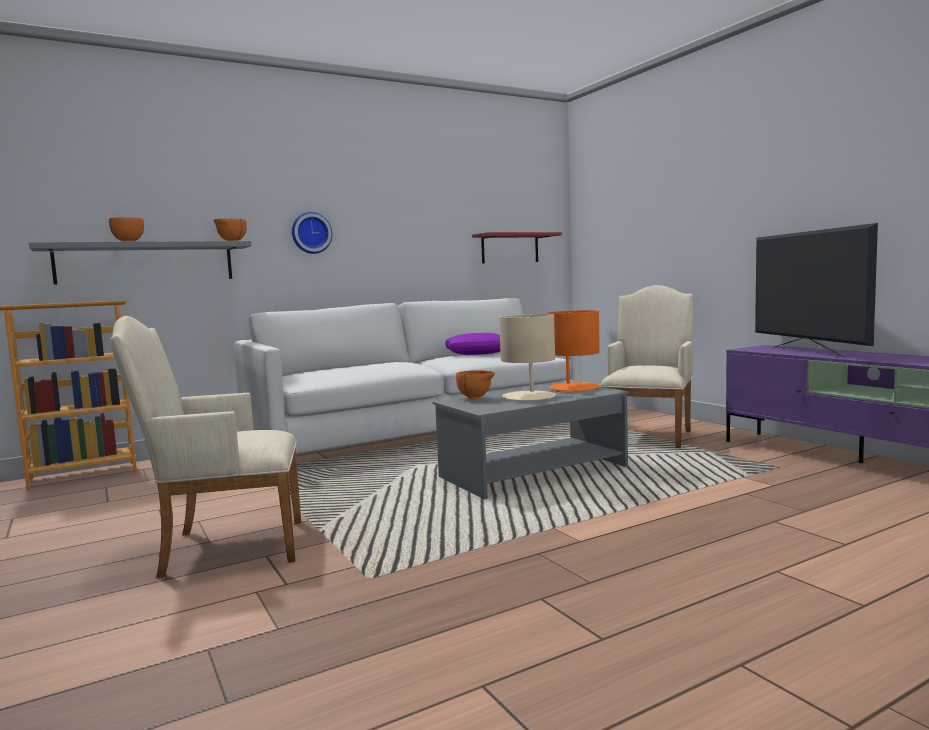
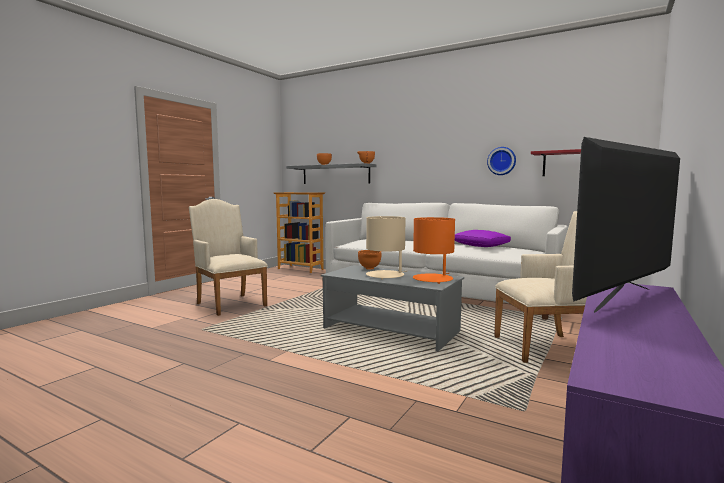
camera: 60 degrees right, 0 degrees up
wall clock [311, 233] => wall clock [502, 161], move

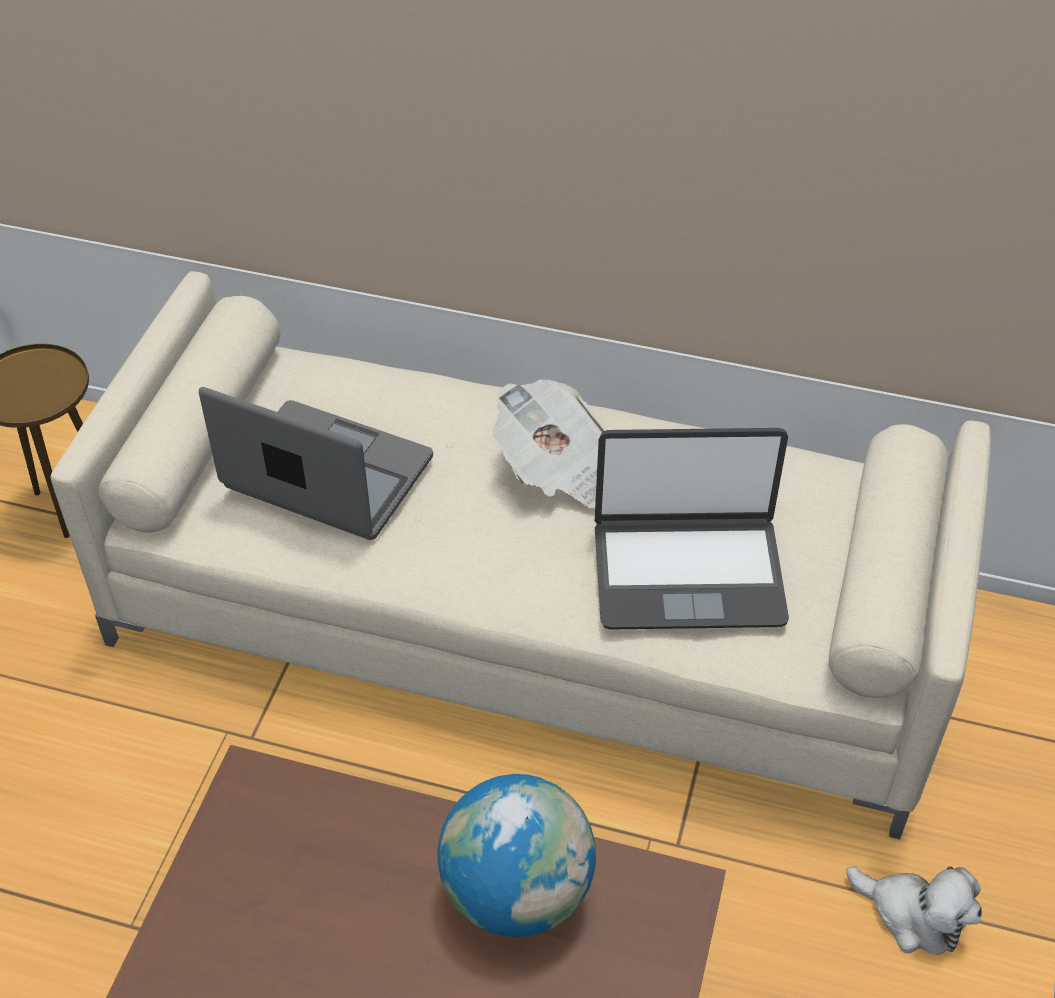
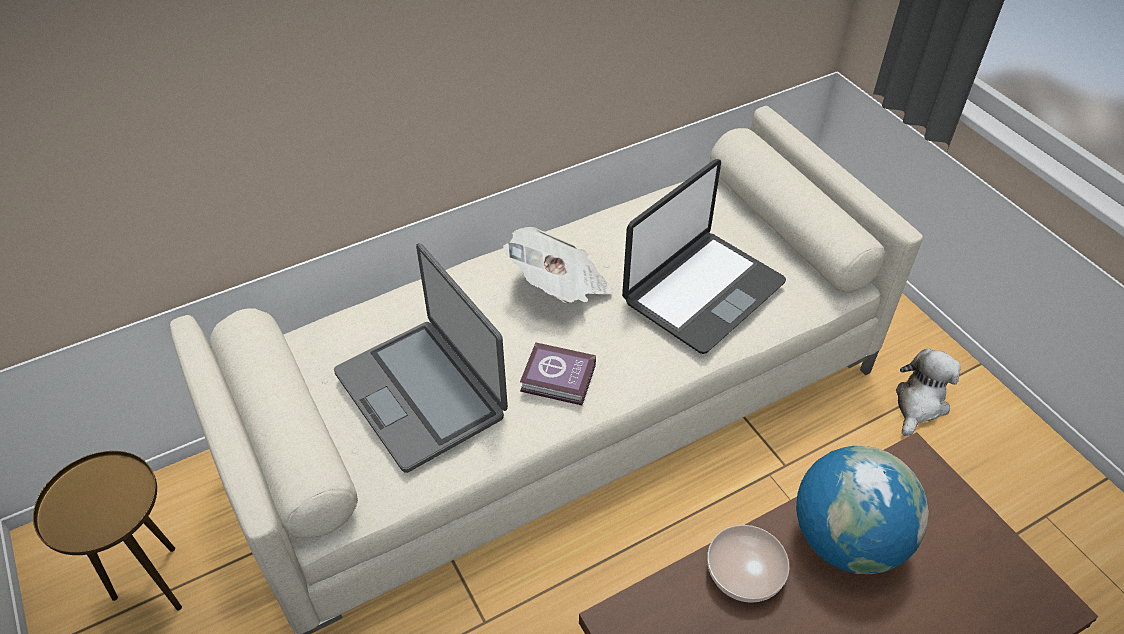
camera: 45 degrees left, 0 degrees up
laptop [327, 475] => laptop [422, 393], 105 degrees counterclockwise
plush toy [913, 915] => plush toy [919, 404], 45 degrees counterclockwise
nothing => book [559, 379]
nothing => bowl [745, 571]

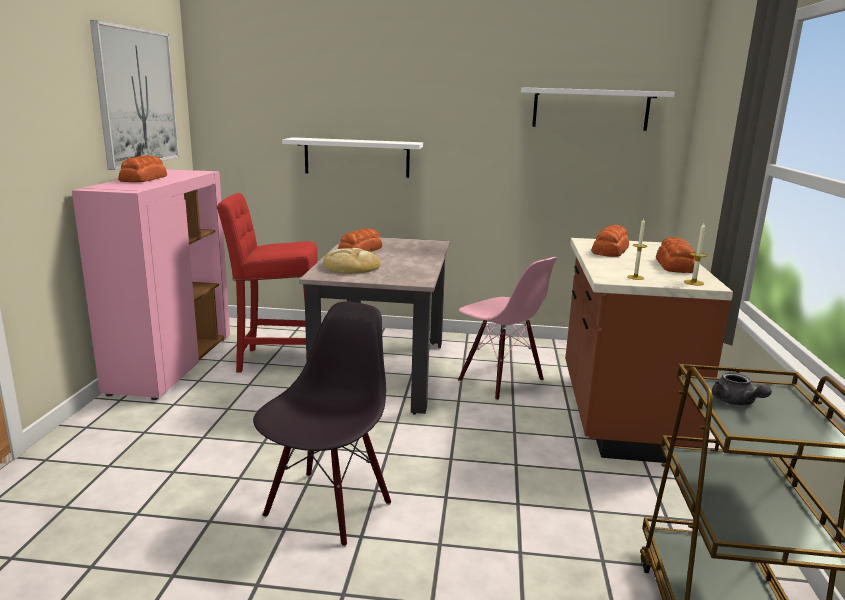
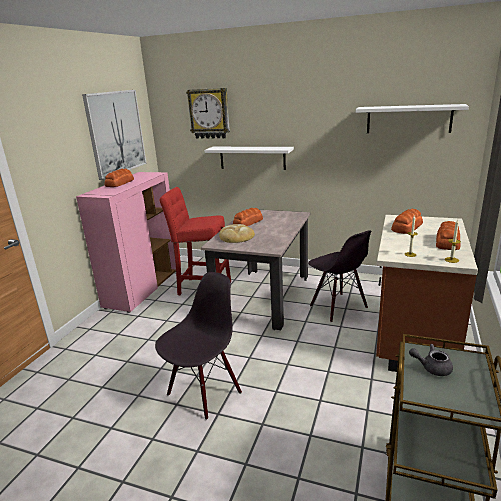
camera: 15 degrees right, 5 degrees up
pink chair [500, 381] => black chair [337, 307]
grey teapot [736, 402] => grey teapot [431, 368], 105 degrees clockwise
nothing => wall clock [209, 113]

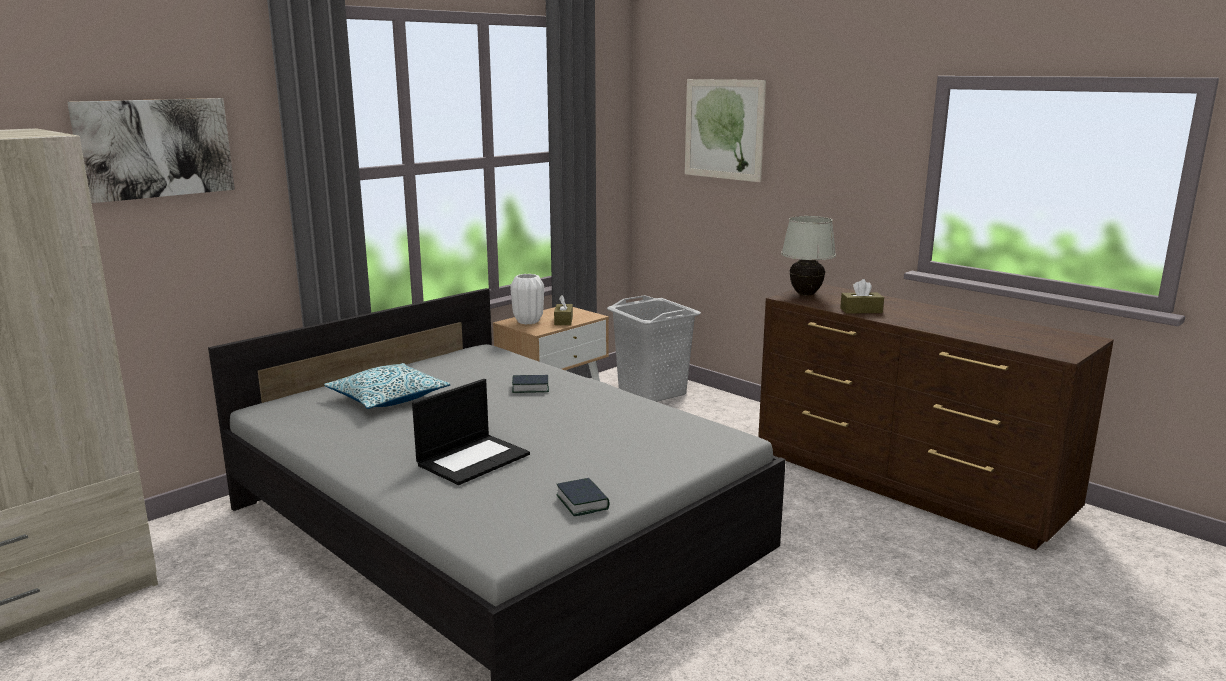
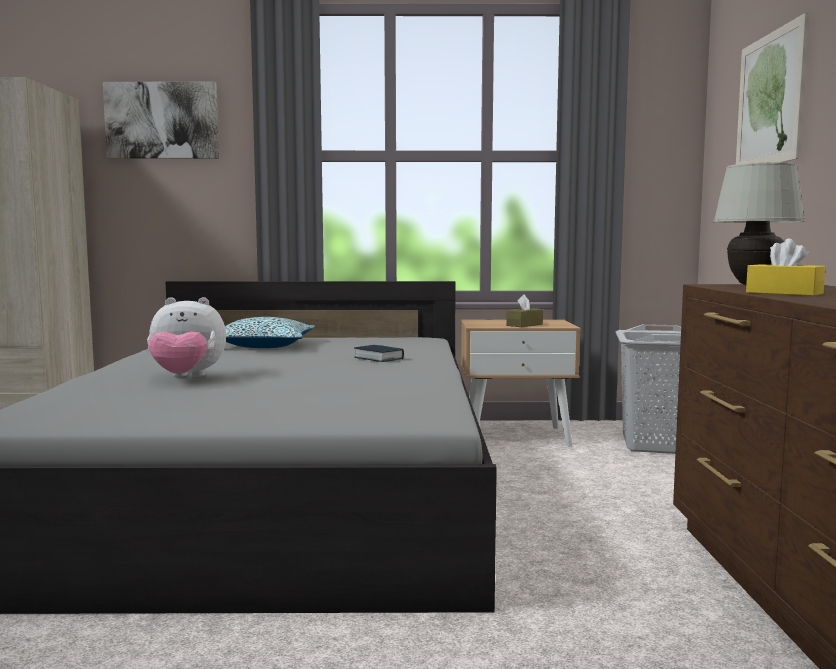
camera: 45 degrees right, 10 degrees down
white vase [528, 321] => nothing
brown tissue box [861, 310] => yellow tissue box [784, 293]
laptop [473, 459] => plush toy [186, 377]
book [582, 502] => nothing

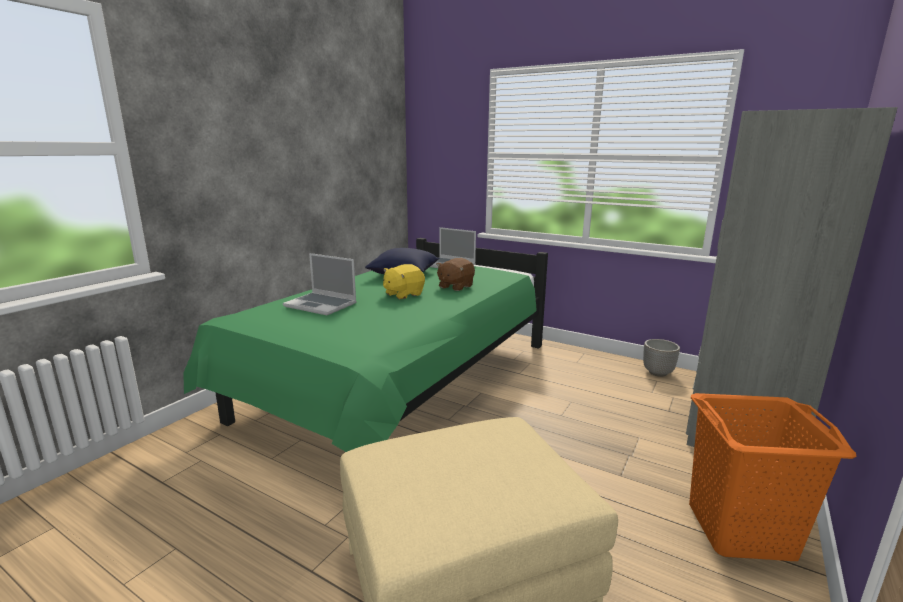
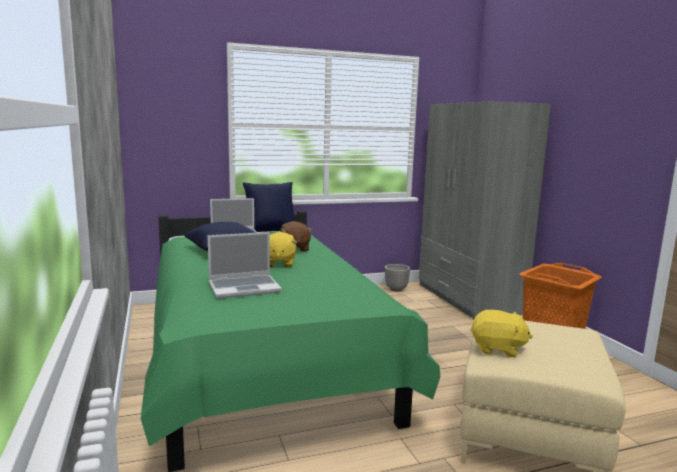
camera: 50 degrees left, 5 degrees down
nothing => blue pillow [270, 230]
nothing => yellow plush toy [497, 349]

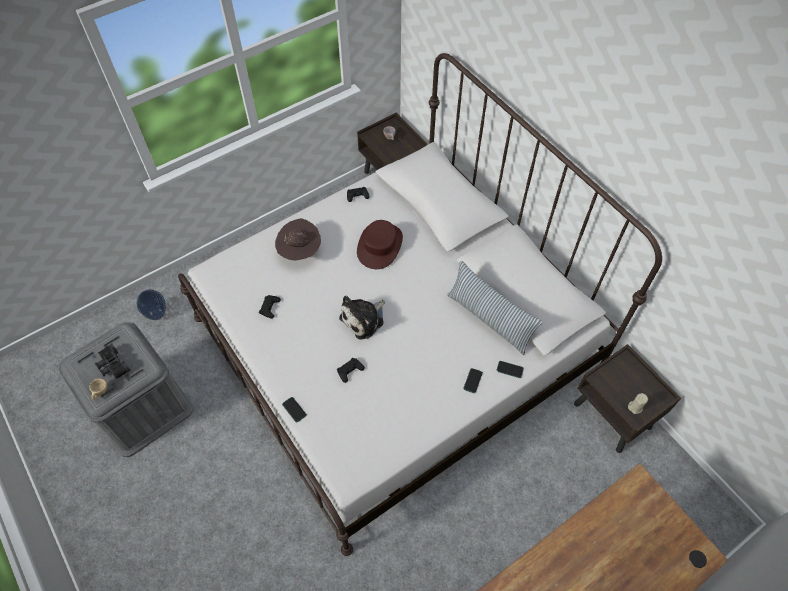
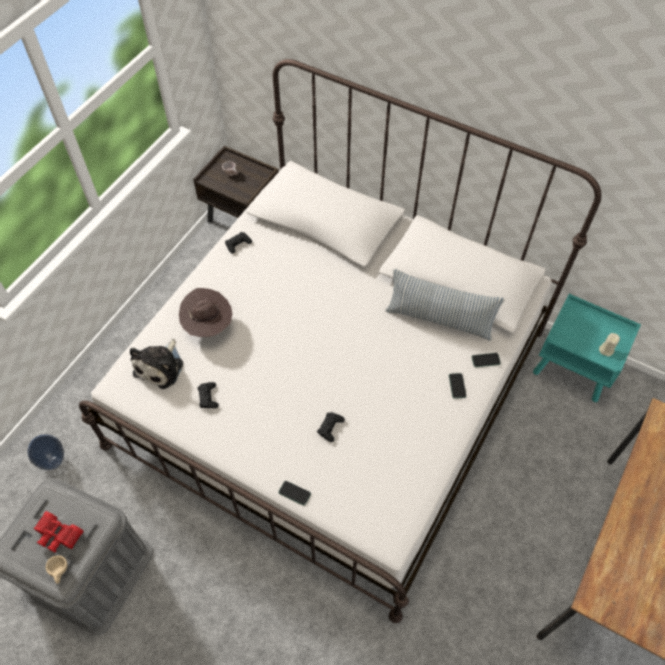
camera: 25 degrees left, 0 degrees up
brown hat [380, 246] => nothing
plush toy [364, 319] => plush toy [161, 366], move
black binoculars [112, 366] => red binoculars [57, 536]
brown nightstand [613, 416] => turquoise nightstand [573, 370]

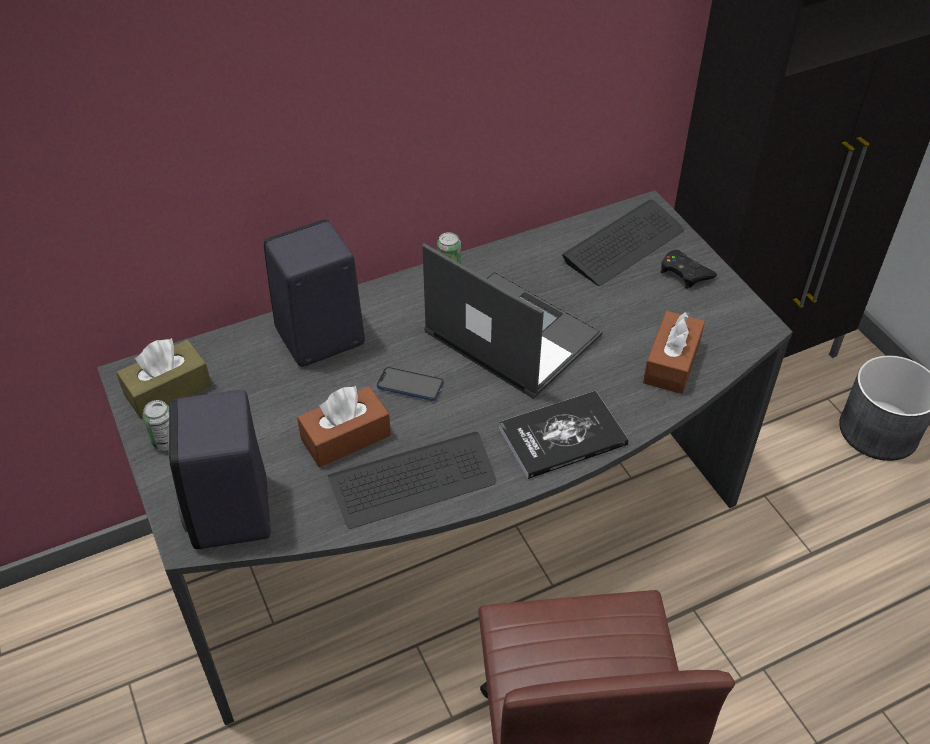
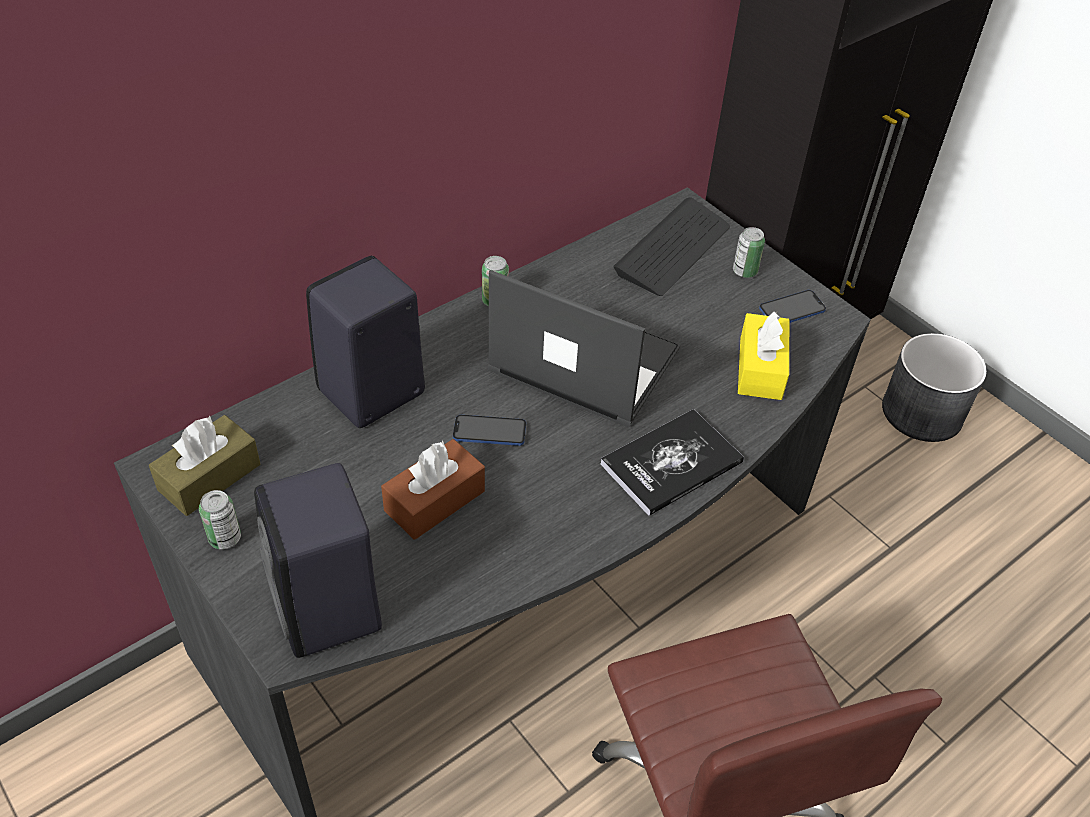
camera: 15 degrees left, 0 degrees up
black game controller [685, 273] => can [744, 271]
brown tissue box [671, 363] => yellow tissue box [760, 368]
keyboard [413, 482] => nothing
nothing => phone [792, 310]

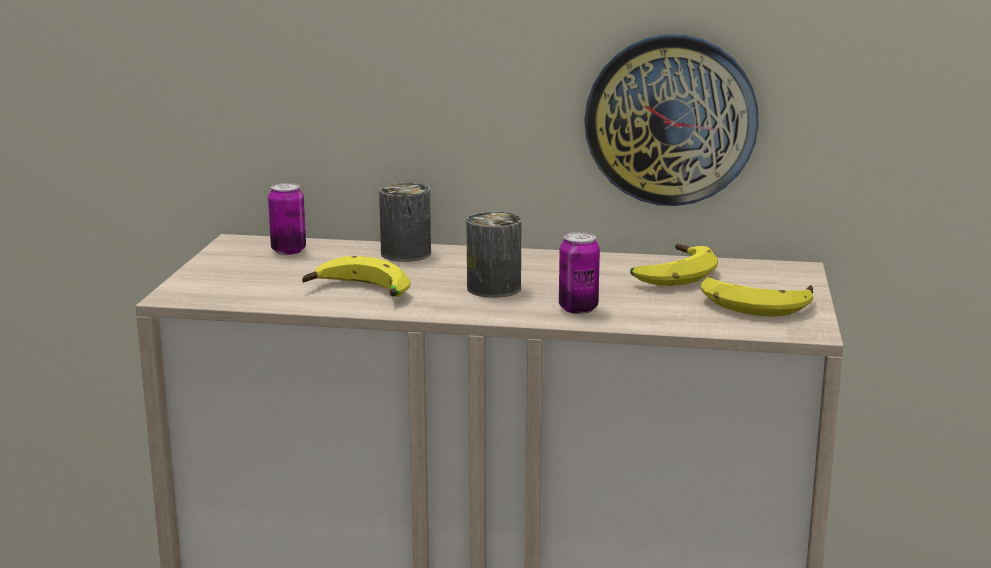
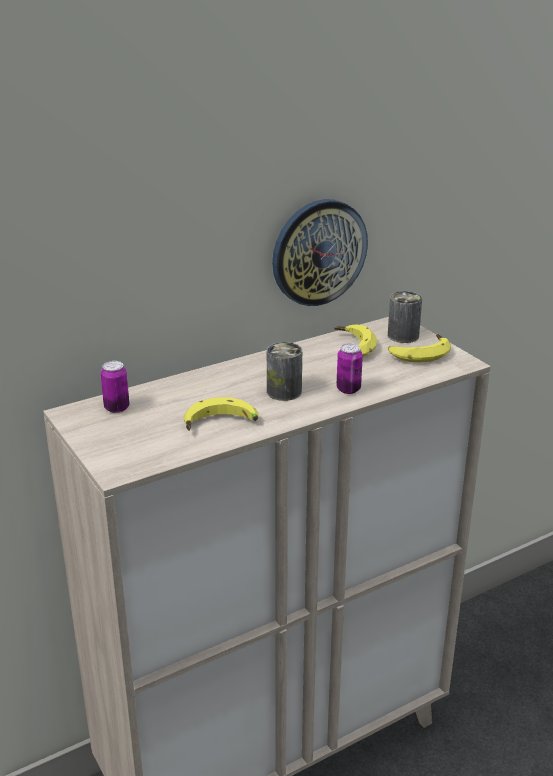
camera: 40 degrees left, 10 degrees up
can [406, 253] => can [403, 336], move

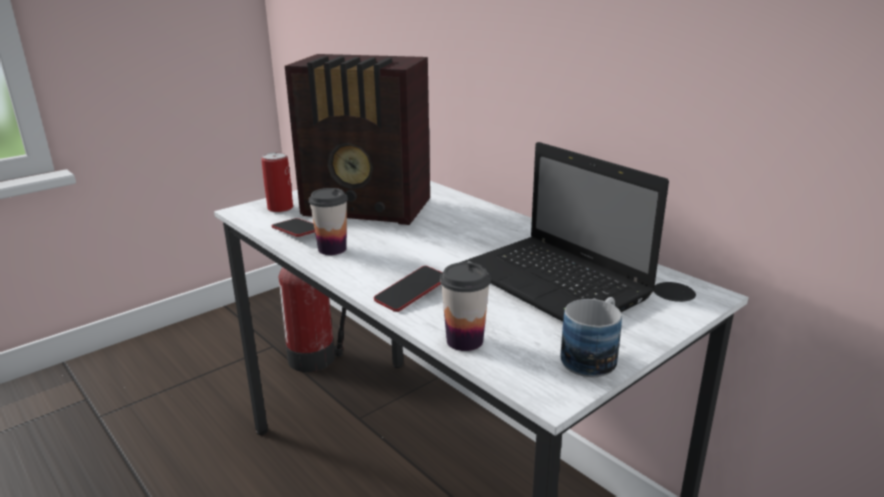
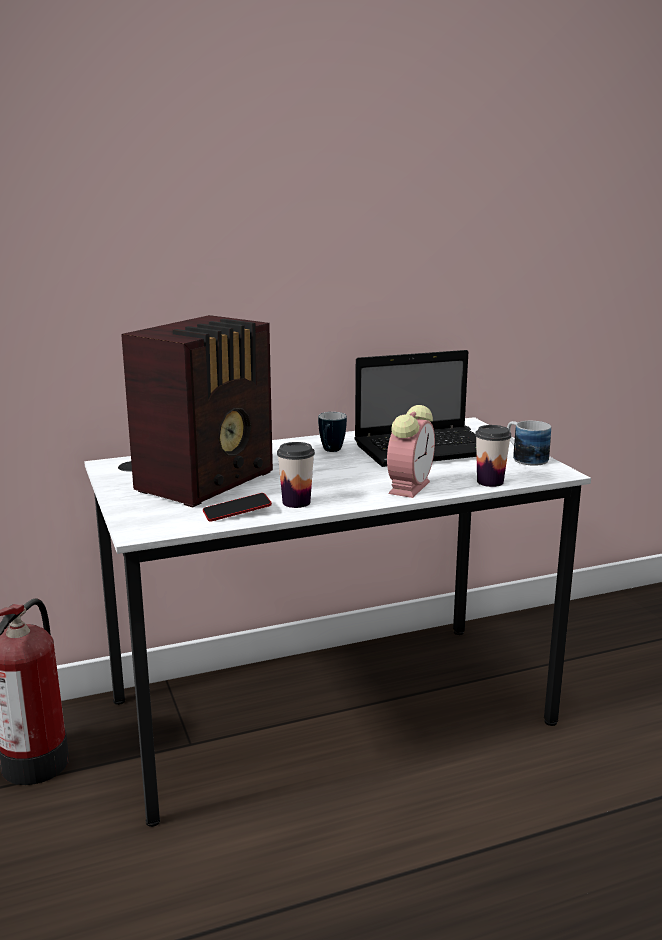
camera: 70 degrees left, 5 degrees down
can [280, 208] => nothing
phone [411, 293] => alarm clock [409, 486]
nothing => mug [330, 451]

